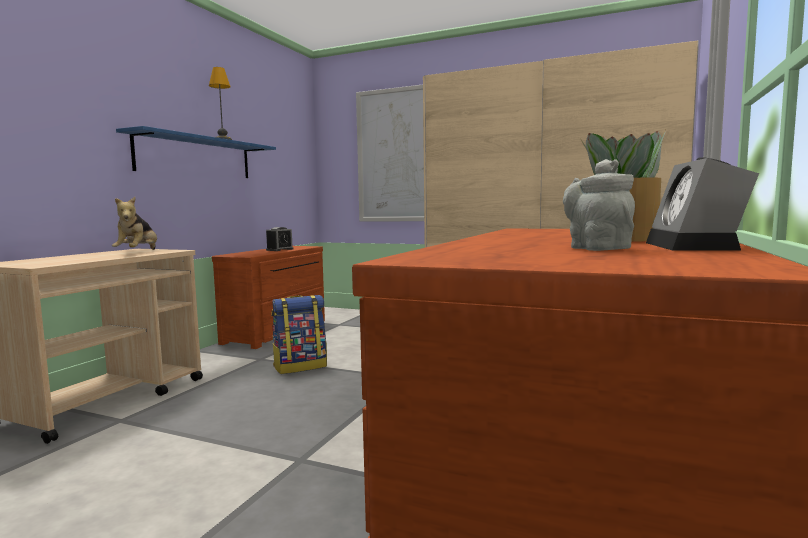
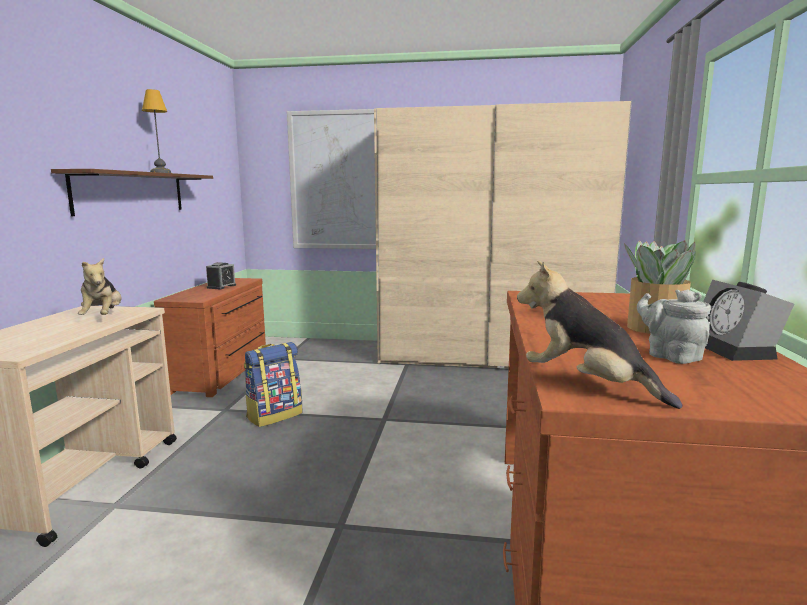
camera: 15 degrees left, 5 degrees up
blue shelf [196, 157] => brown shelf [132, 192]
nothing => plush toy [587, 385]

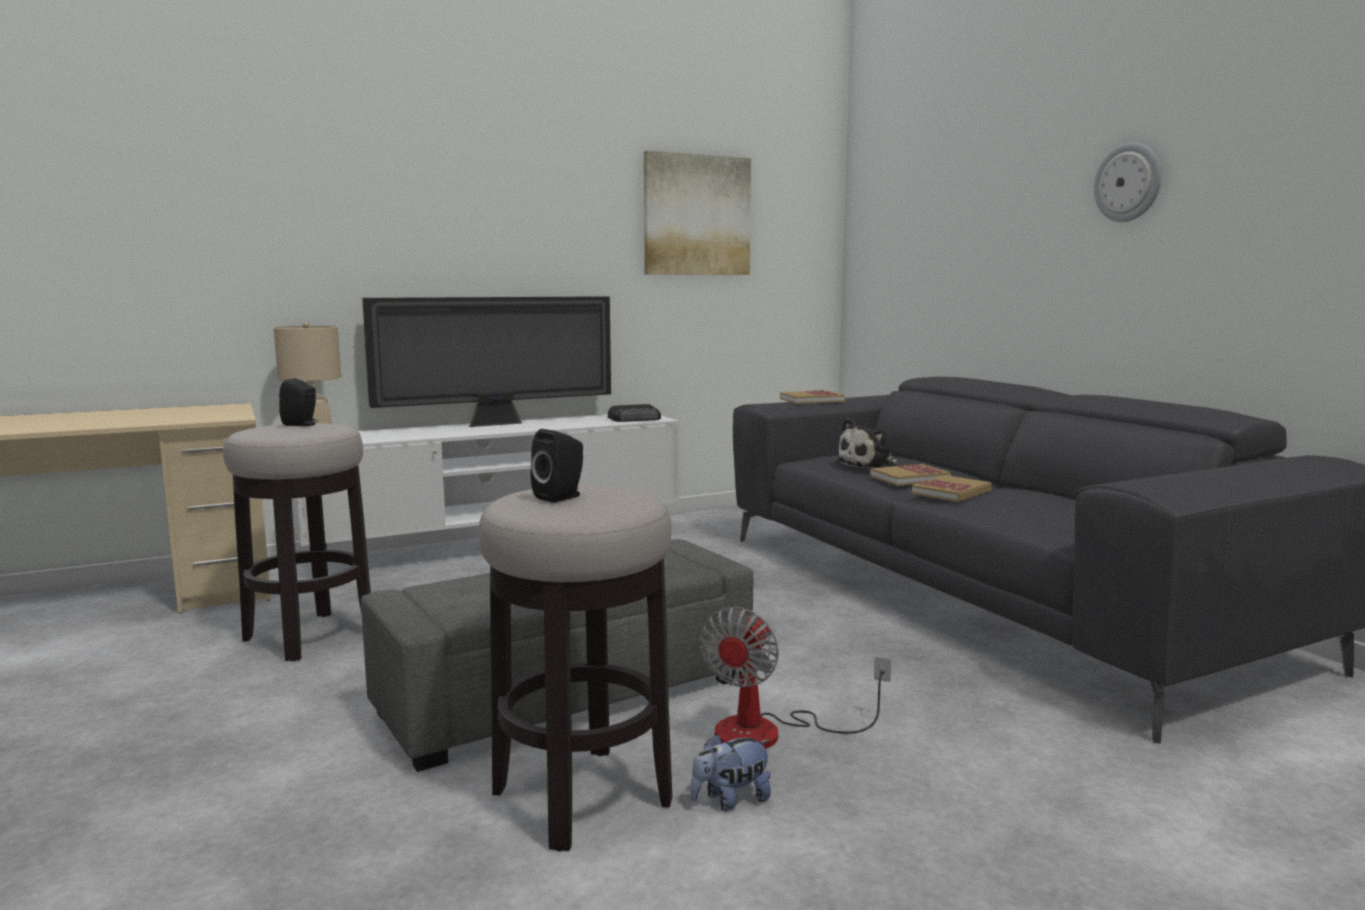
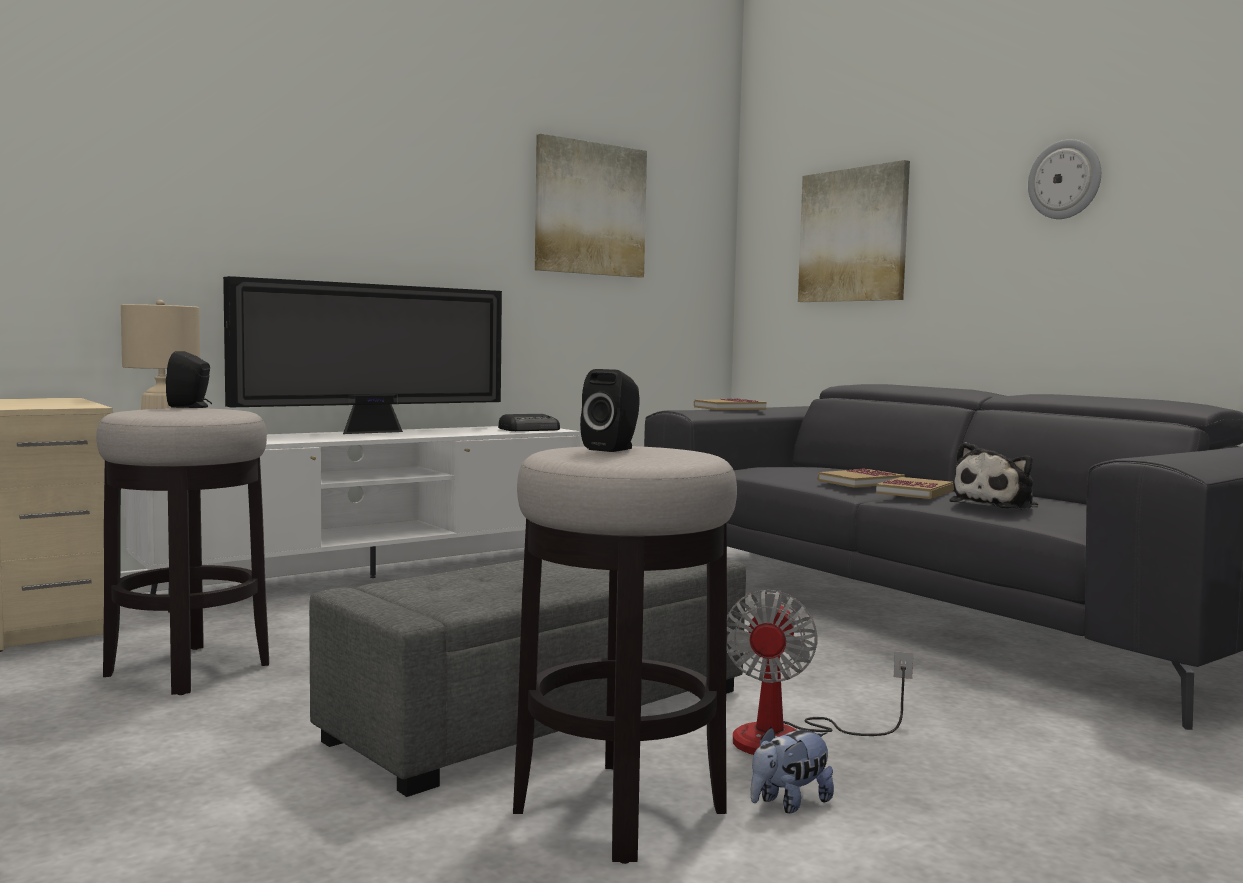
camera: 10 degrees left, 5 degrees down
plush toy [870, 466] => plush toy [997, 505], move
nothing => picture [853, 235]

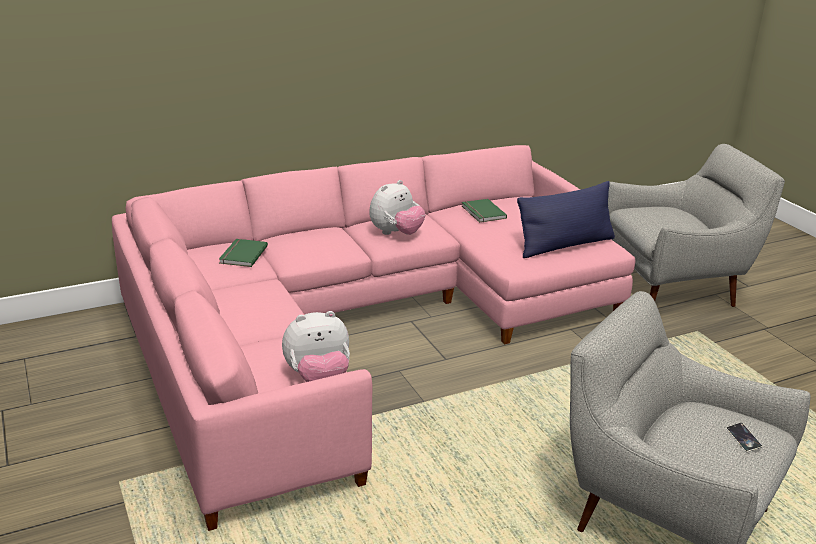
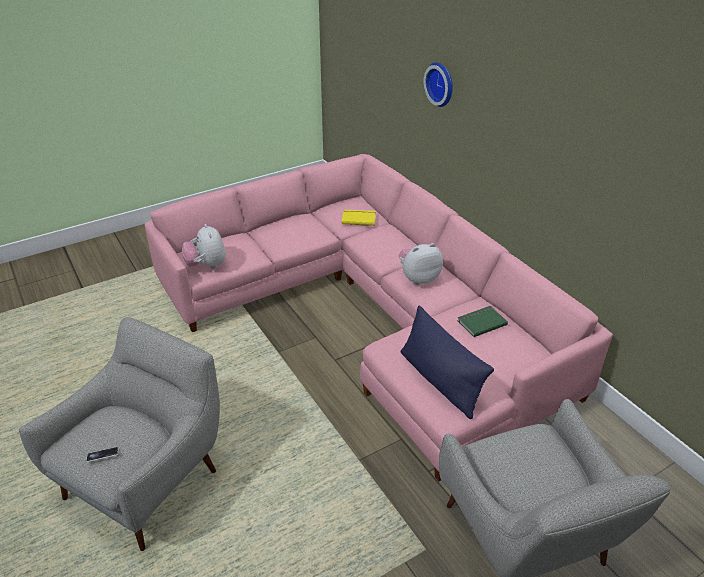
camera: 85 degrees right, 10 degrees up
plush toy [396, 233] => plush toy [418, 278], 120 degrees clockwise
green book [242, 254] => yellow book [358, 218]
nothing => wall clock [441, 84]

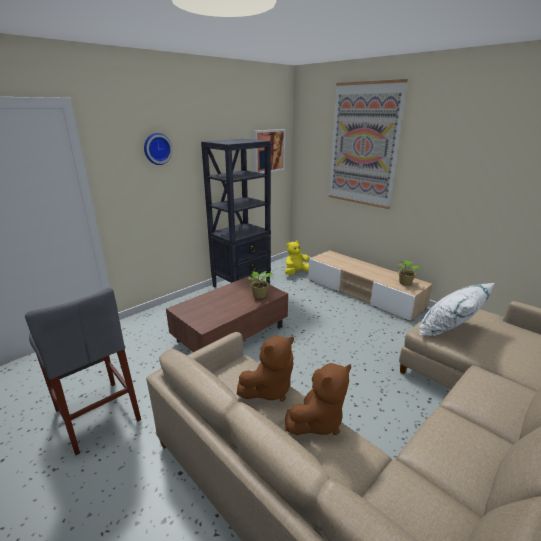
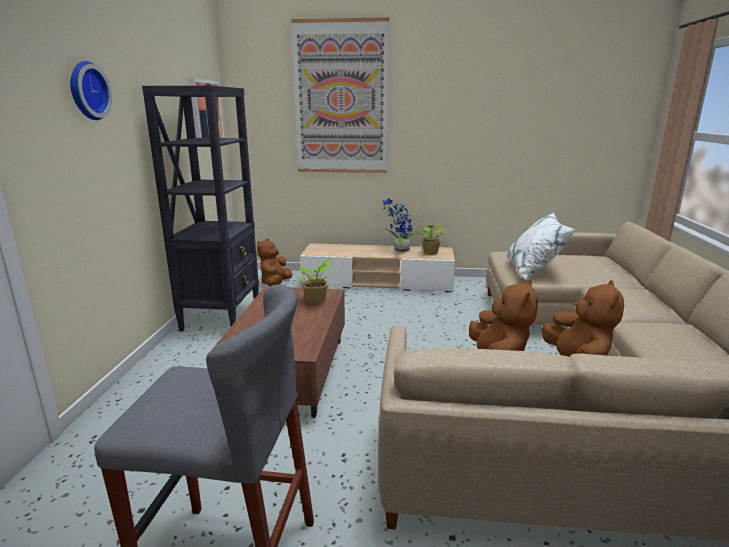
camera: 40 degrees left, 5 degrees down
yellow plush toy [296, 273] => brown plush toy [275, 284]
nothing => potted plant [399, 250]

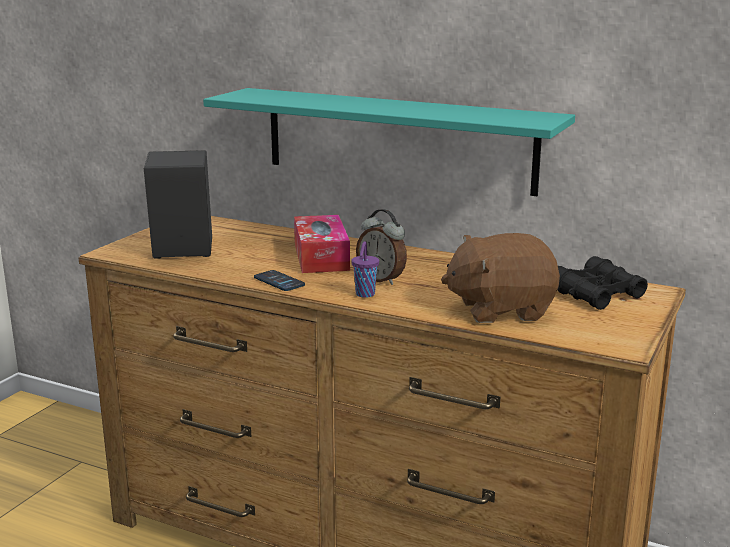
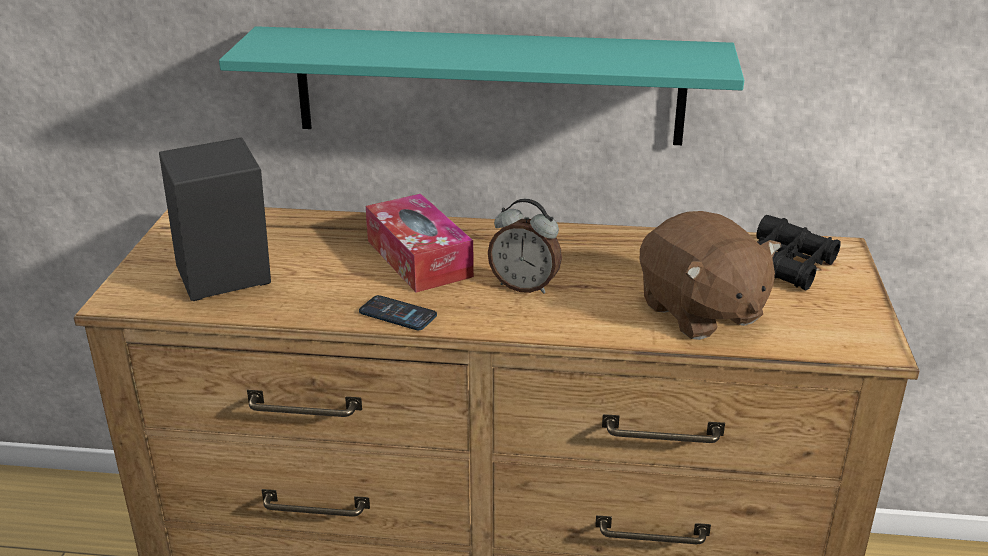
camera: 20 degrees left, 10 degrees up
brown plush toy [500, 310] => brown plush toy [700, 312], 90 degrees counterclockwise
purple cup [364, 295] => nothing

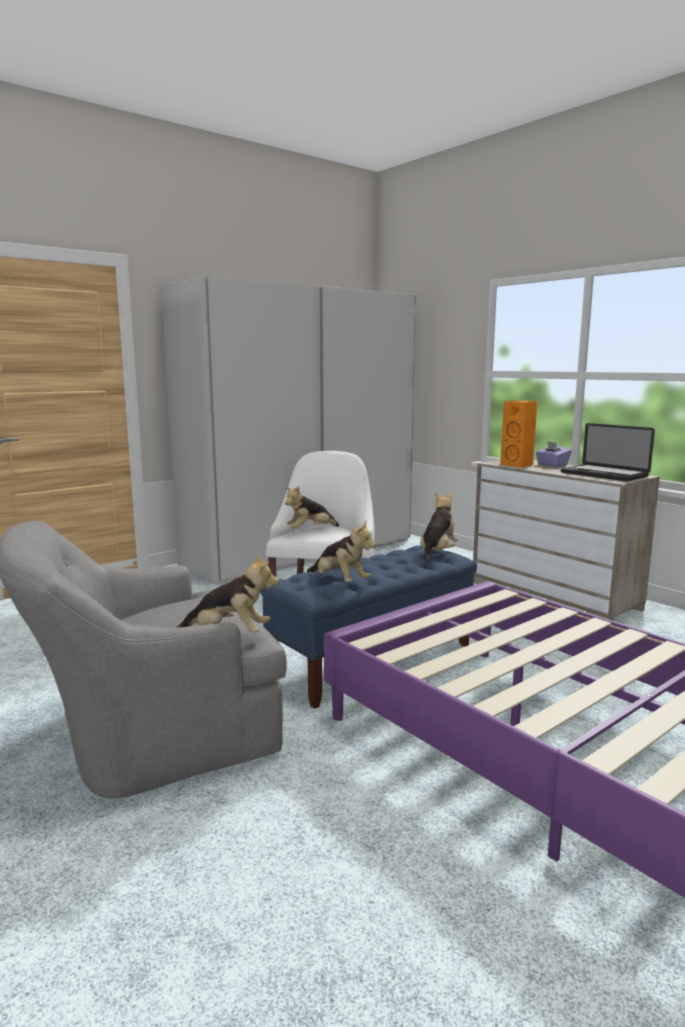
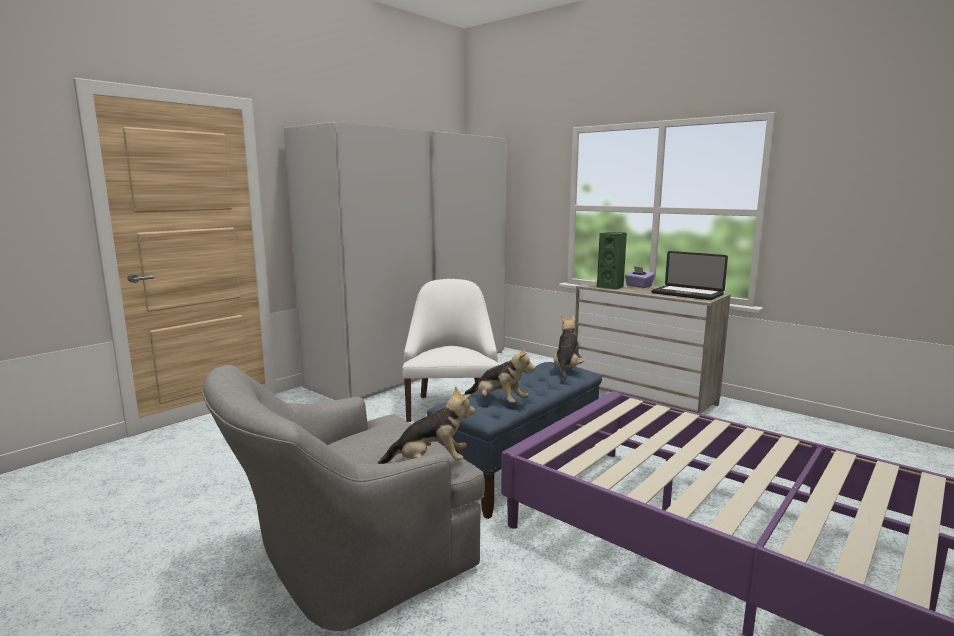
camera: 10 degrees left, 0 degrees up
orange speaker [518, 465] => green speaker [611, 287]
plush toy [310, 530] => nothing

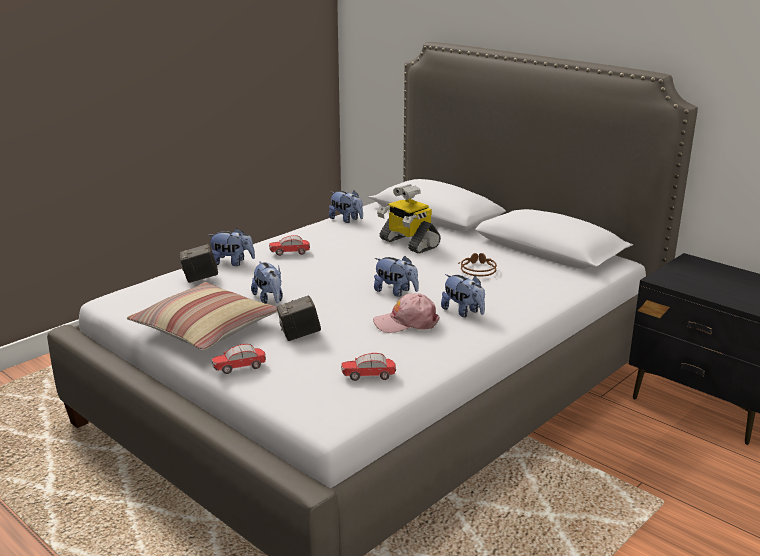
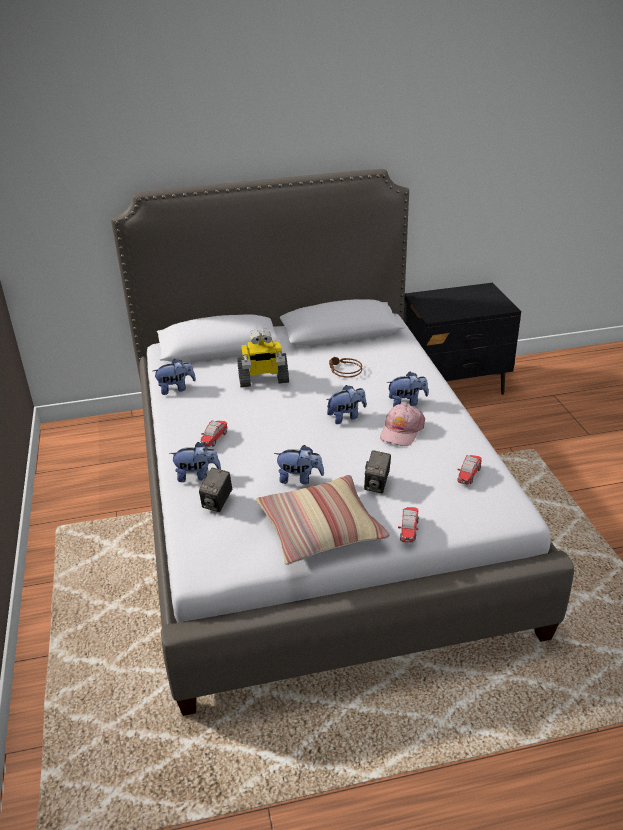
camera: 55 degrees left, 10 degrees up
plush toy [232, 263] => plush toy [197, 476], 45 degrees clockwise

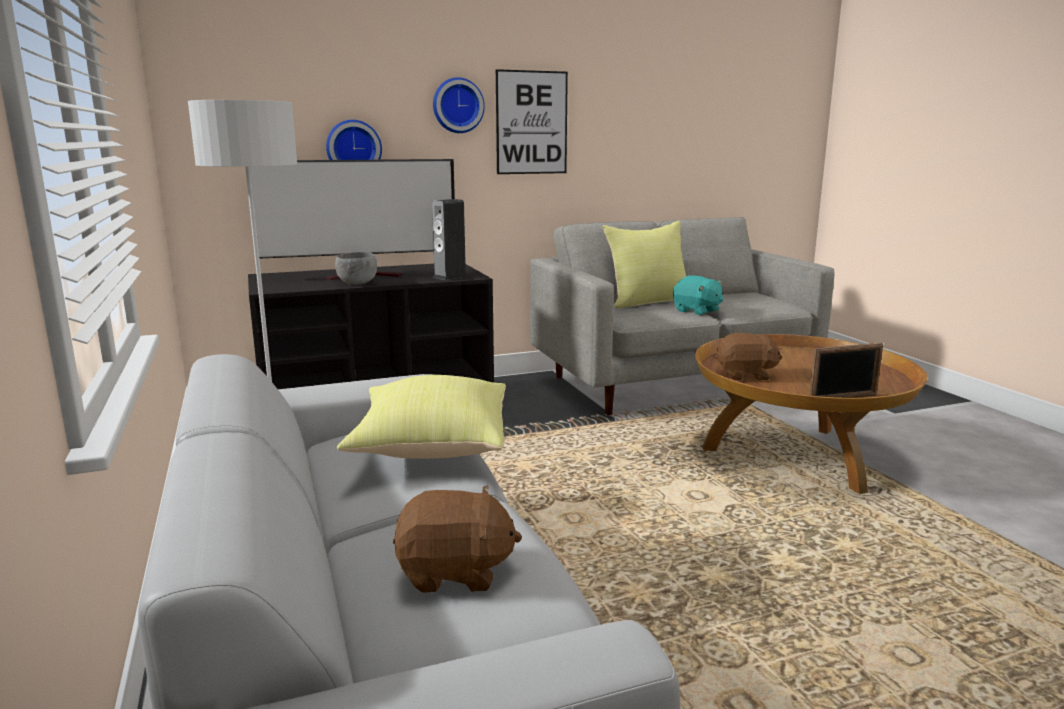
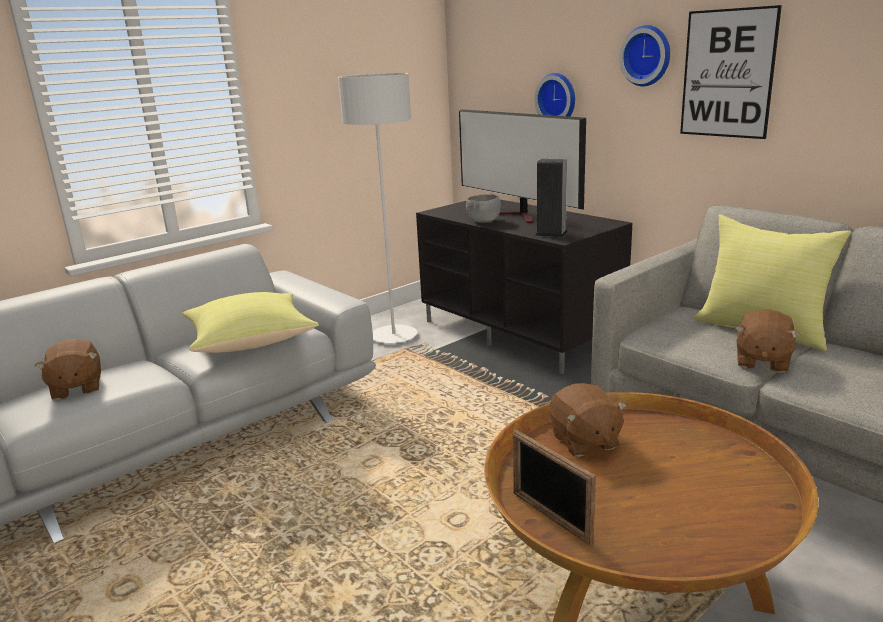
camera: 70 degrees right, 5 degrees up
turquoise plush toy [697, 311] => brown plush toy [761, 361]

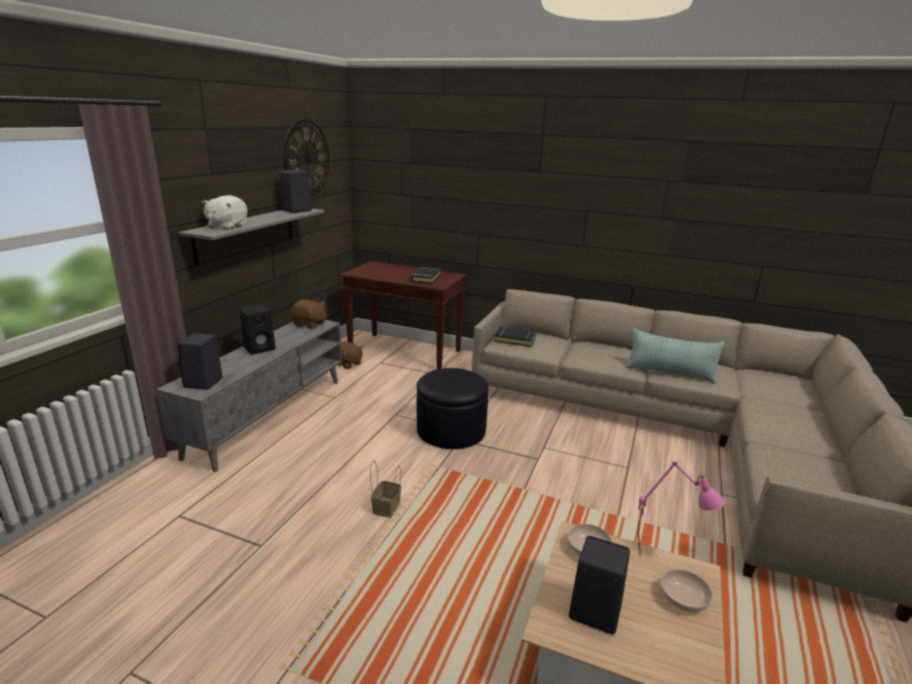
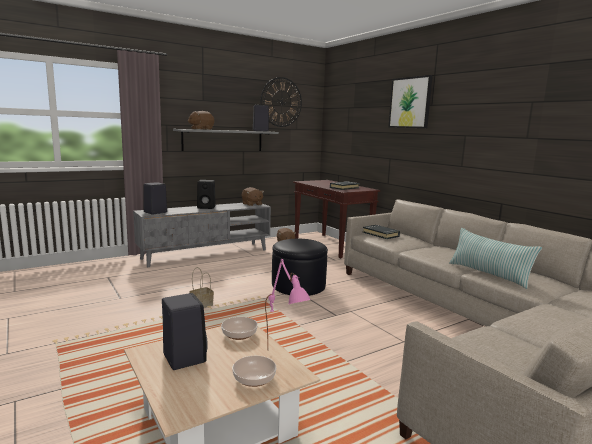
camera: 35 degrees right, 10 degrees down
white plush toy [227, 226] => brown plush toy [201, 129]
nothing => picture [410, 102]

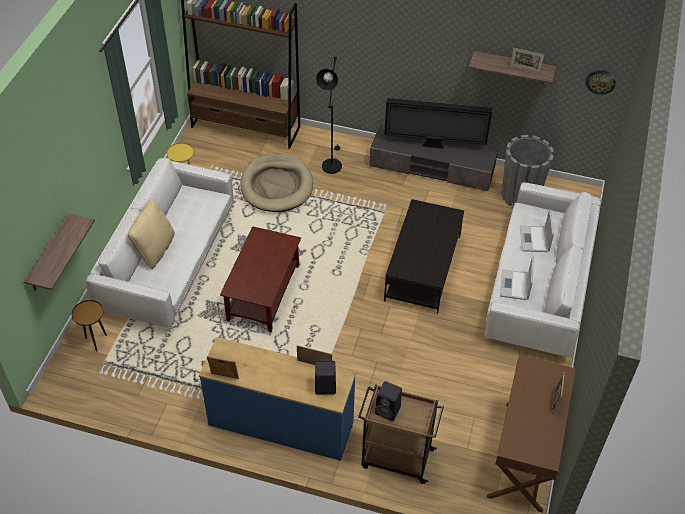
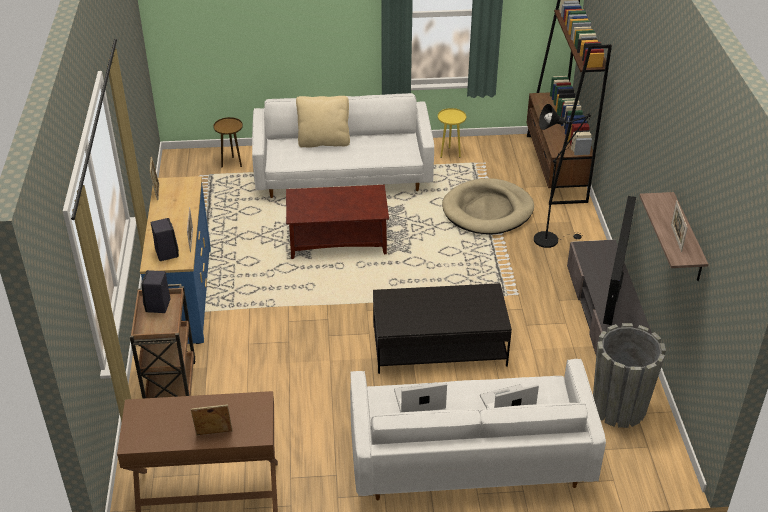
camera: 70 degrees right, 10 degrees down
wall clock [600, 81] => nothing
television [434, 145] => television [615, 290], 150 degrees counterclockwise
shelf [49, 254] => nothing

